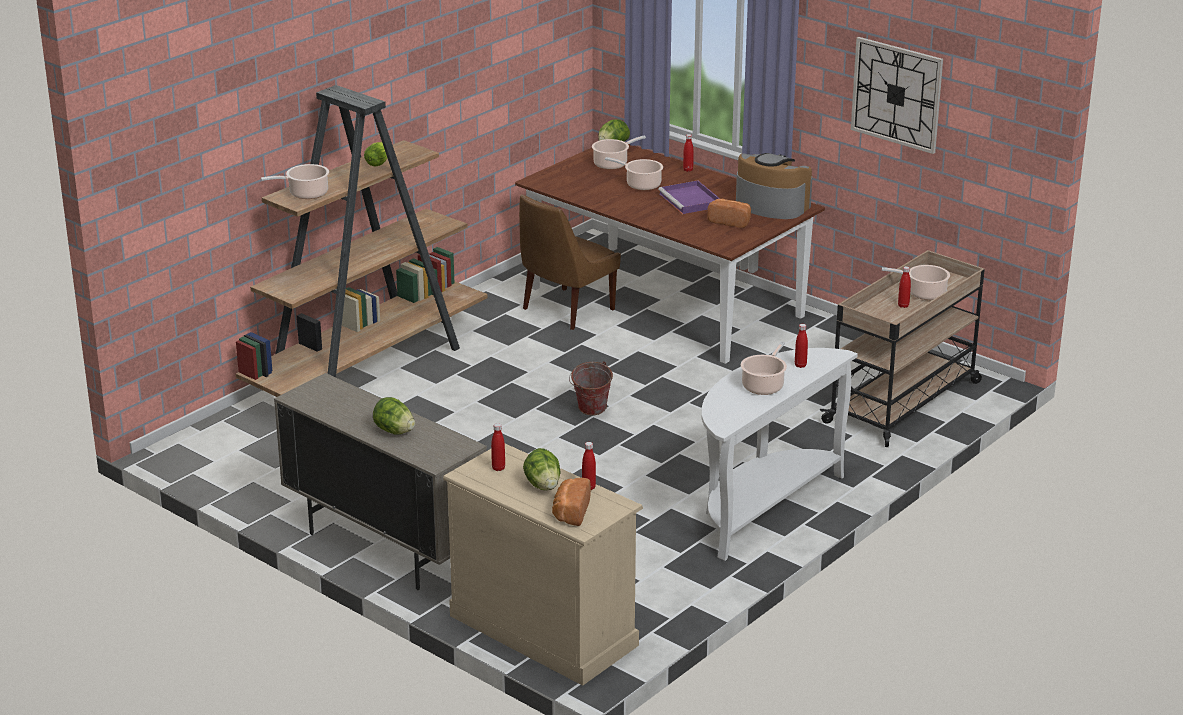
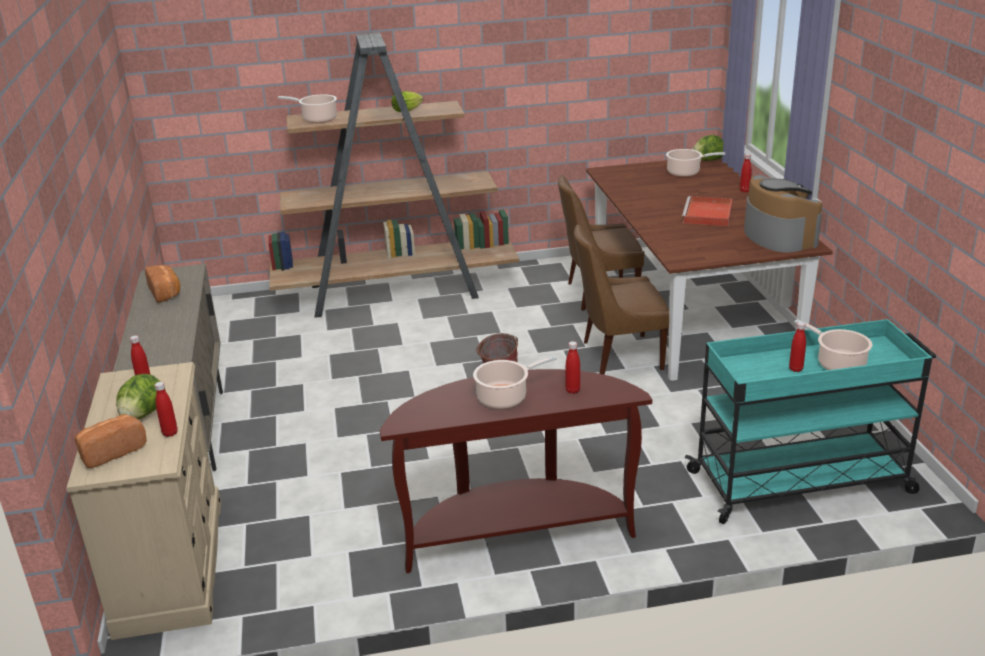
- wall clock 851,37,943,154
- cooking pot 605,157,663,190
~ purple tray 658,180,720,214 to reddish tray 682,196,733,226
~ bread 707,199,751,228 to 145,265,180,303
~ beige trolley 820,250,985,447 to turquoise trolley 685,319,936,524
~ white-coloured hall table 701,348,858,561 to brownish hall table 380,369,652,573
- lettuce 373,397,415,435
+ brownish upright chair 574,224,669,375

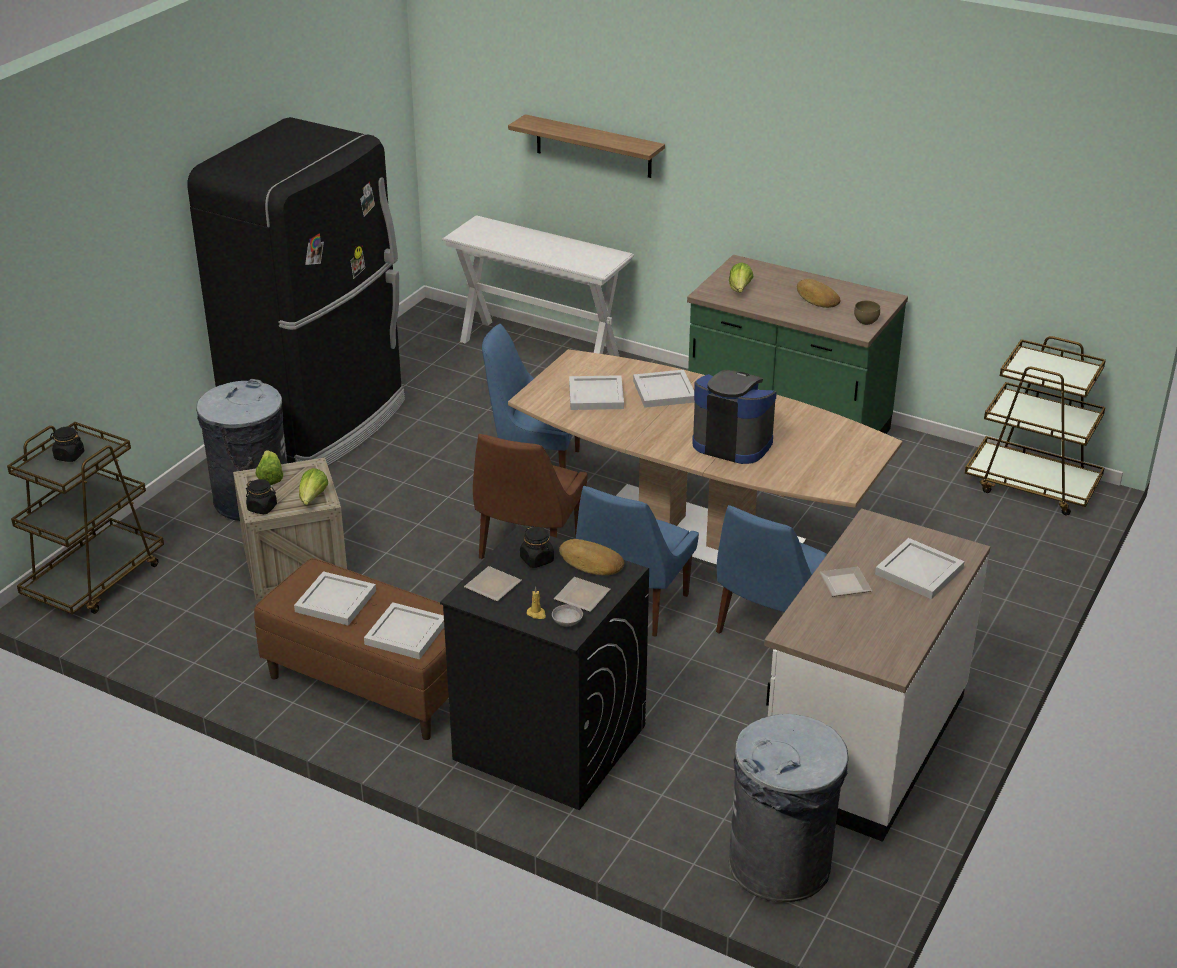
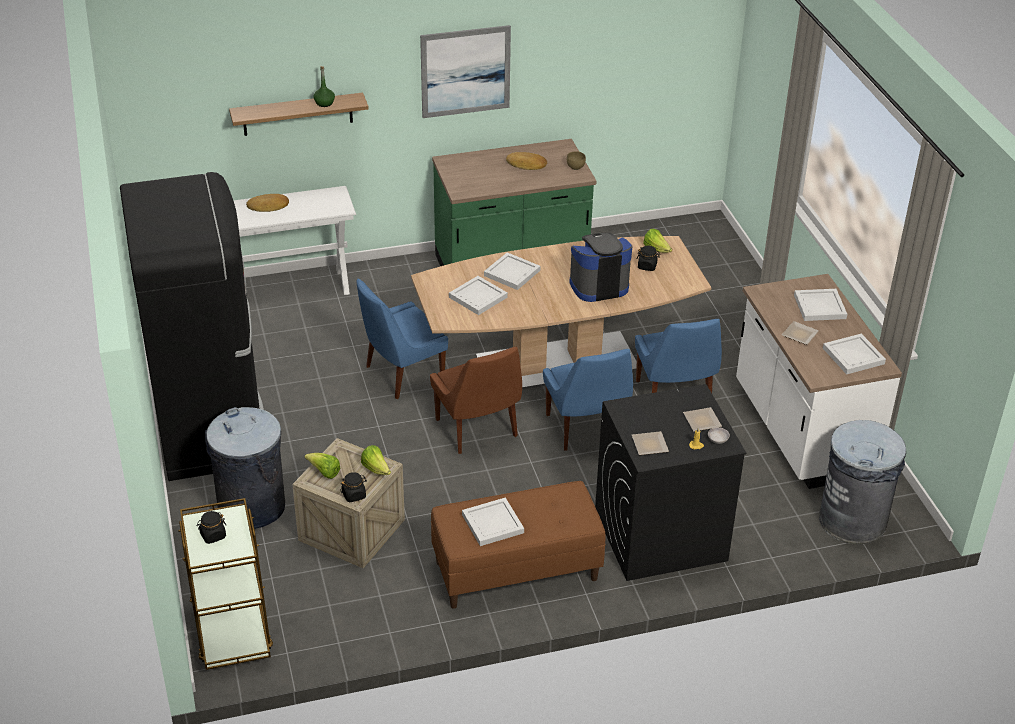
~ lettuce 729,262,753,292 to 643,229,672,253
- brownish trolley 965,336,1106,515
~ blackish jar 520,526,554,568 to 637,246,660,271
~ bread 559,539,624,575 to 246,194,289,212
~ white-coloured tray 364,602,444,659 to 823,334,886,375
+ picture 420,25,511,118
+ greenish drink bottle 313,66,335,107

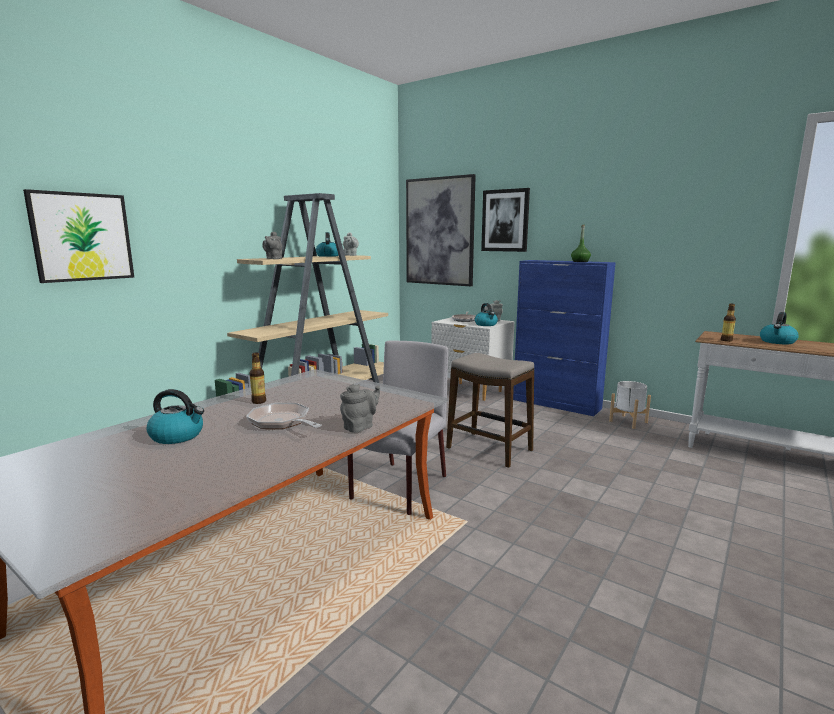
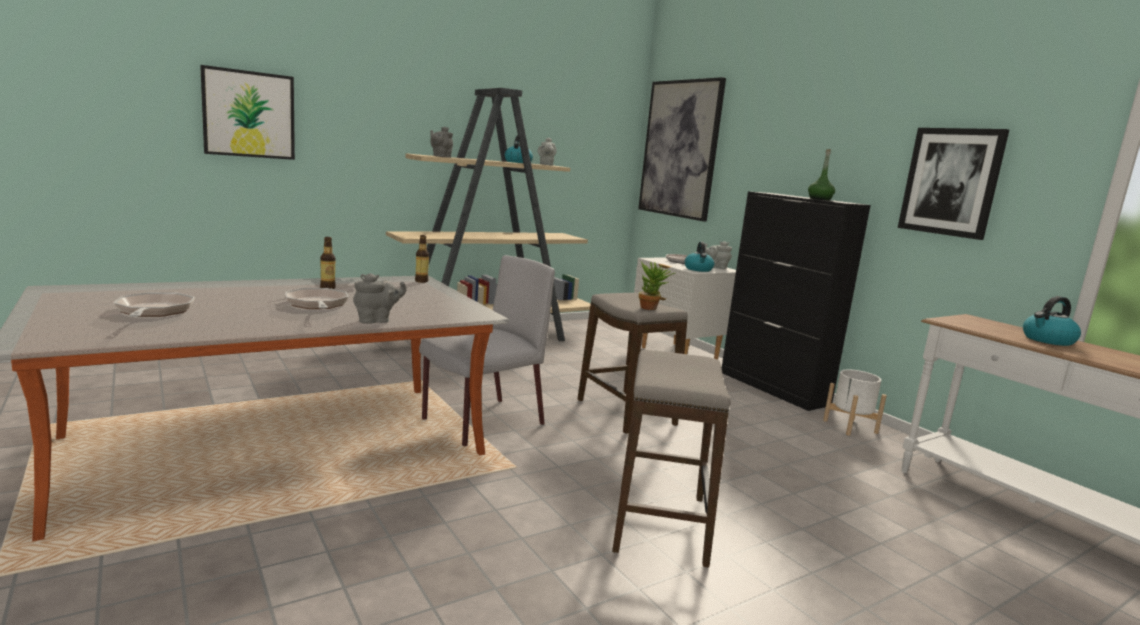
~ picture 481,188,530,252 to 898,128,1009,240
~ blue storage cabinet 513,260,616,416 to blackish storage cabinet 722,191,871,411
~ drink bottle 721,304,736,342 to 415,235,429,283
- water kettle 146,389,204,444
+ plant in a pot 639,261,675,310
+ pan 114,292,195,317
+ sitting stool 612,350,731,568

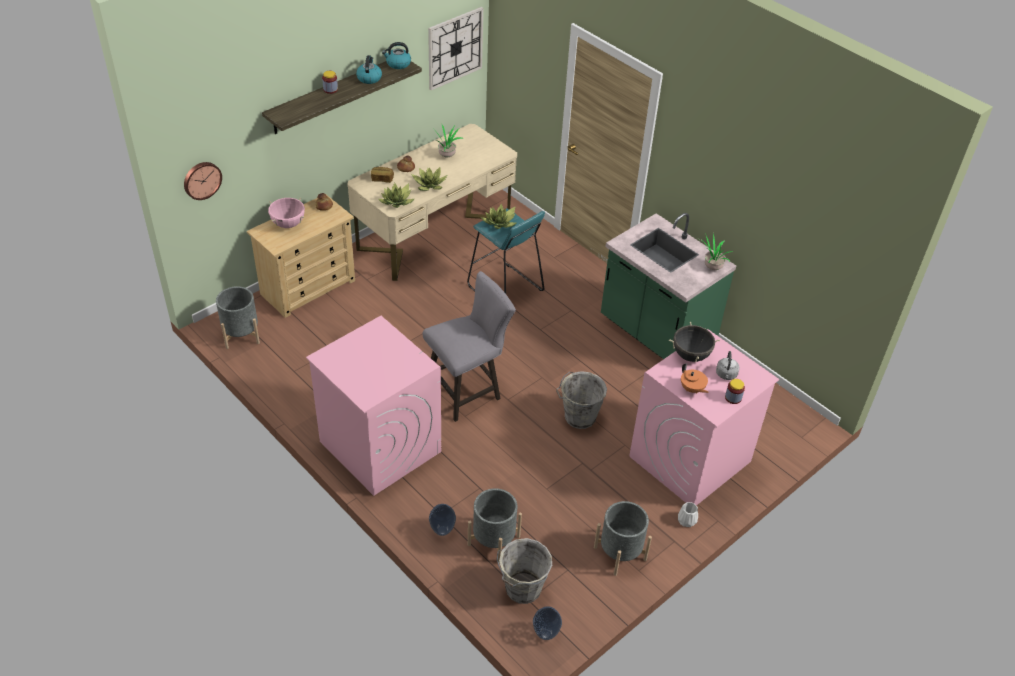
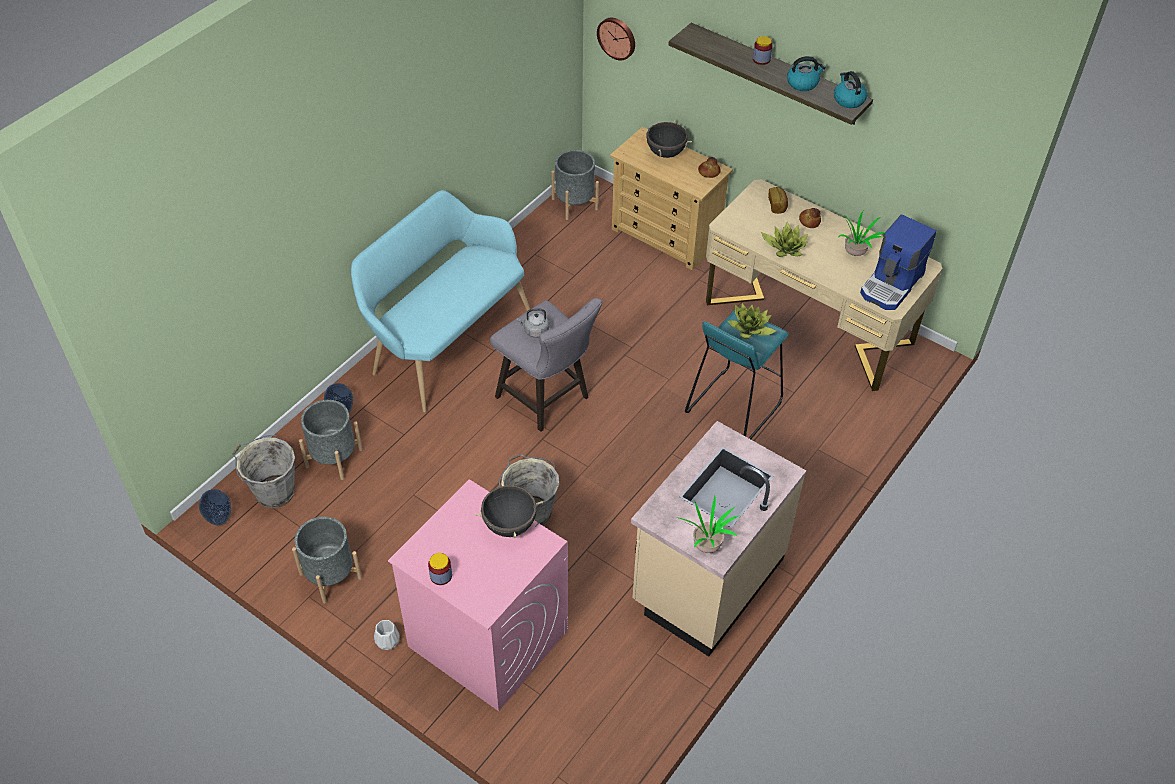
- wall clock 428,7,483,90
- plant in a pot 378,183,414,208
~ pink-coloured cooking pot 268,198,305,228 to blackish cooking pot 643,121,692,158
~ greenish counter 601,213,736,359 to beige counter 631,421,806,657
~ pink-coloured laundry machine 306,316,441,496 to turquoise long seat 351,190,530,412
~ grey water kettle 716,351,740,380 to 517,308,549,338
- orangey pot for tea 681,363,709,394
+ coffee maker 860,214,937,310

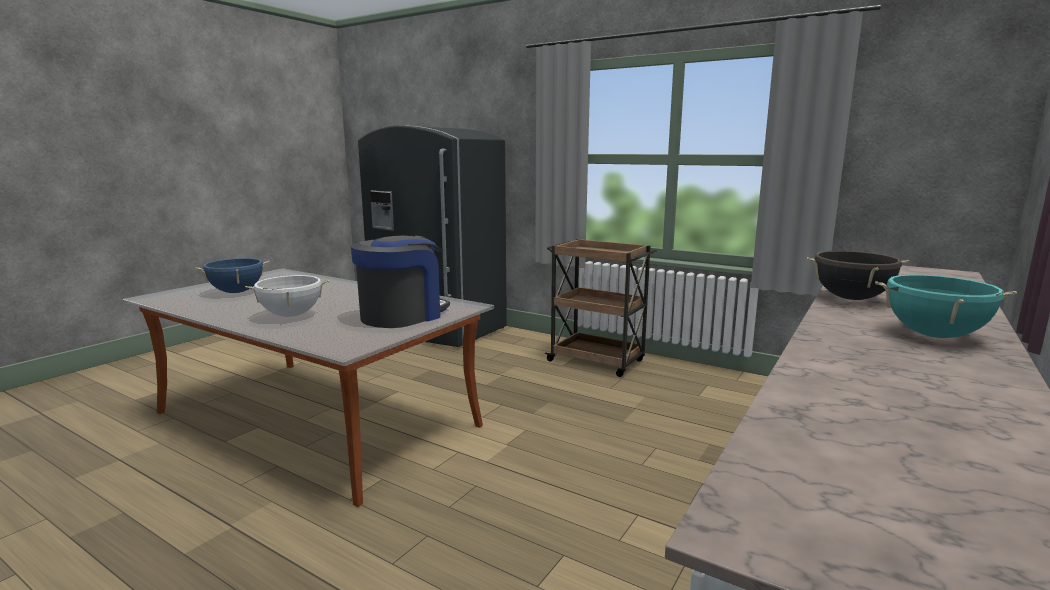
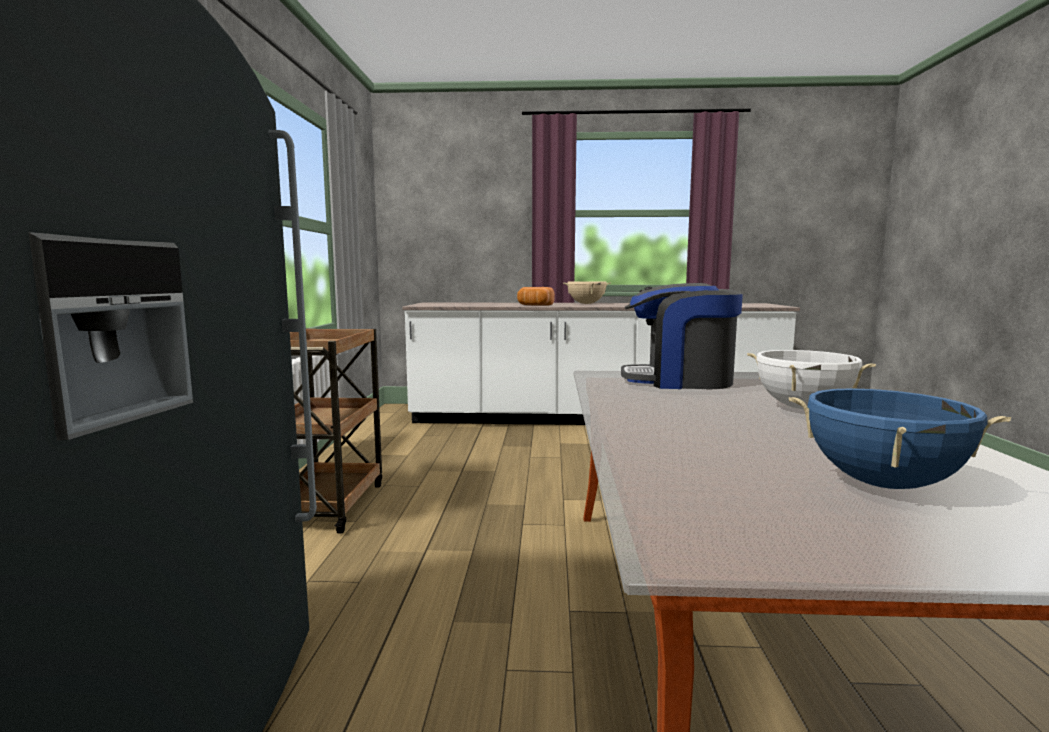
~ blackish cooking pot 807,251,909,300 to bread 517,287,555,306
~ turquoise cooking pot 875,275,1017,338 to beige cooking pot 563,281,611,304

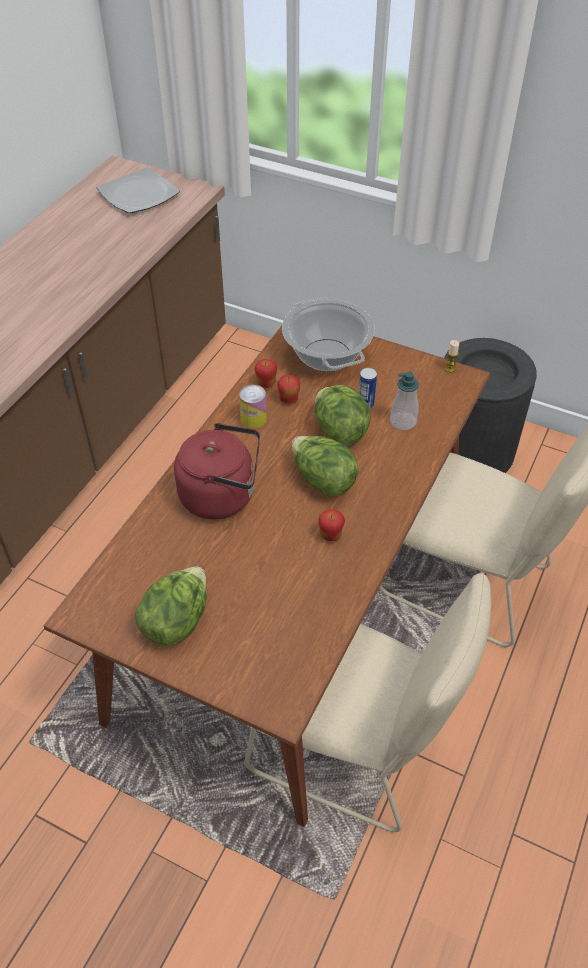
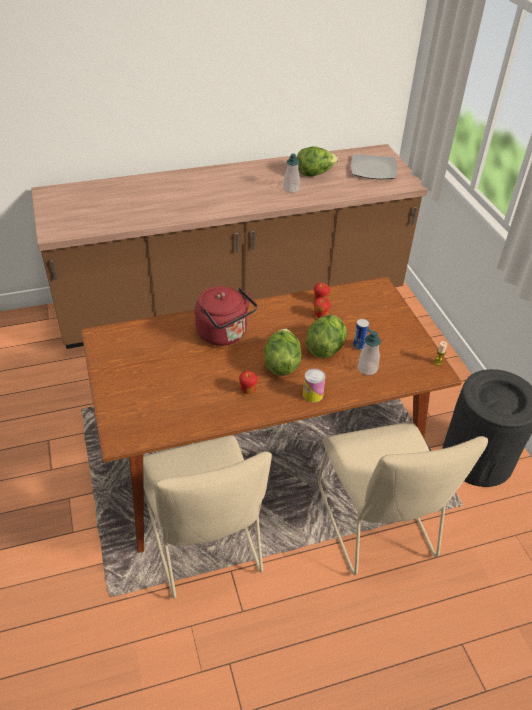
- cooking pot 282,298,375,372
~ can 239,385,267,428 to 303,368,326,403
~ lettuce 135,566,207,646 to 297,146,338,177
+ soap bottle 283,154,300,193

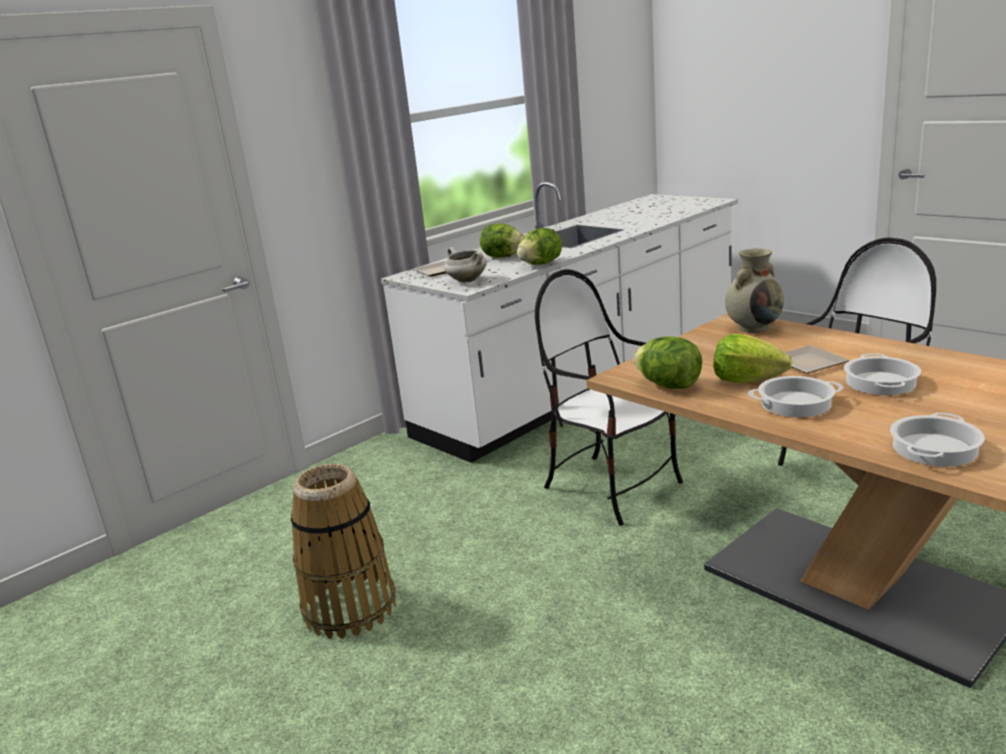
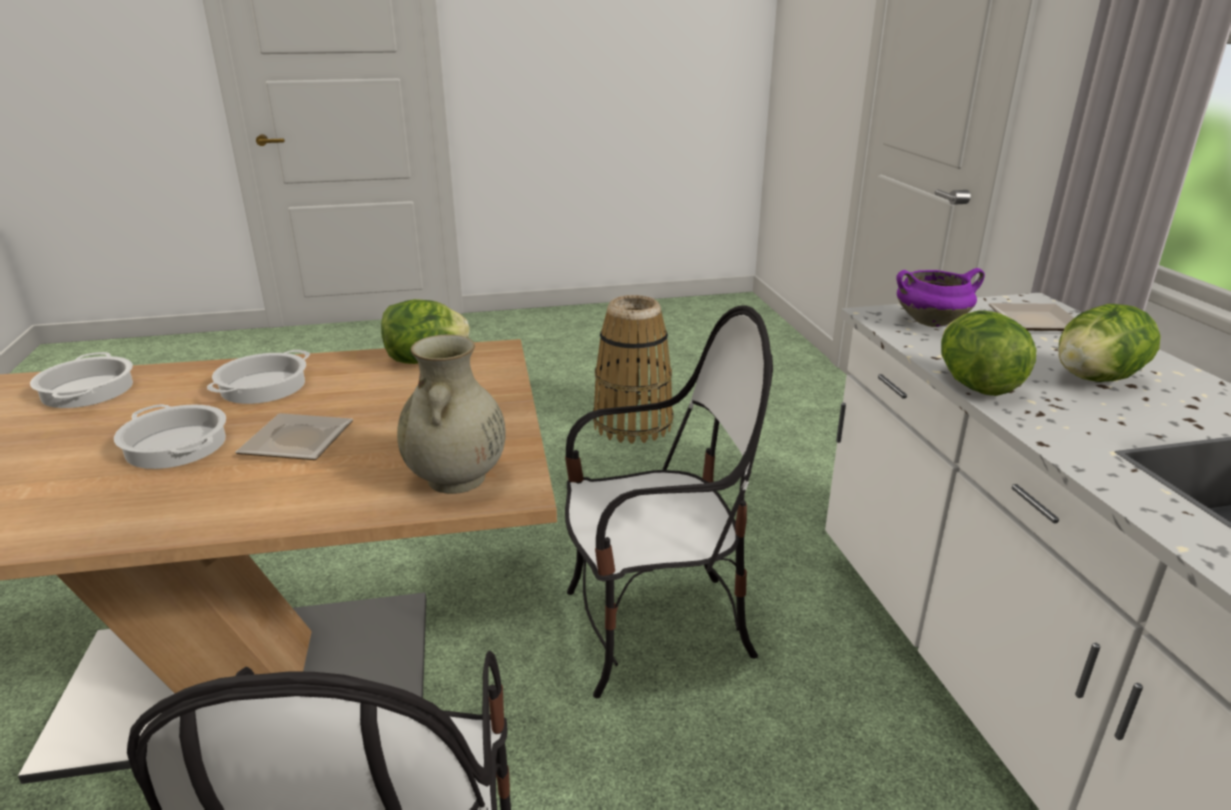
~ white-coloured cooking pot 444,247,487,283 to purple cooking pot 896,268,985,327
- lettuce 713,334,792,384

